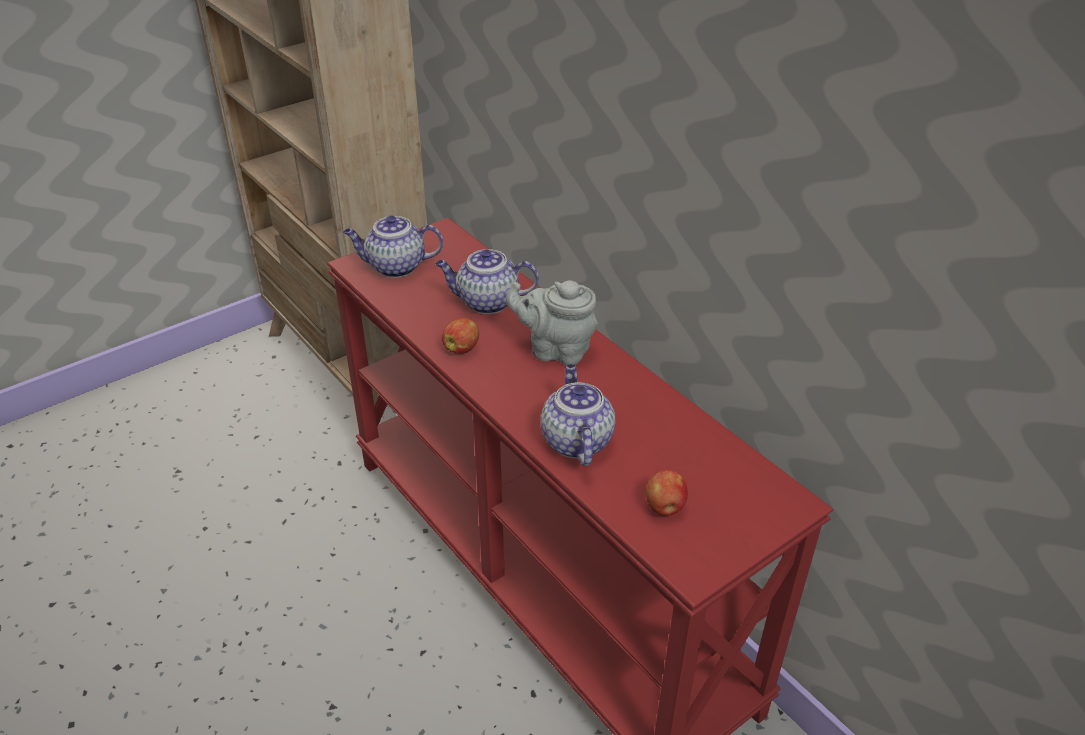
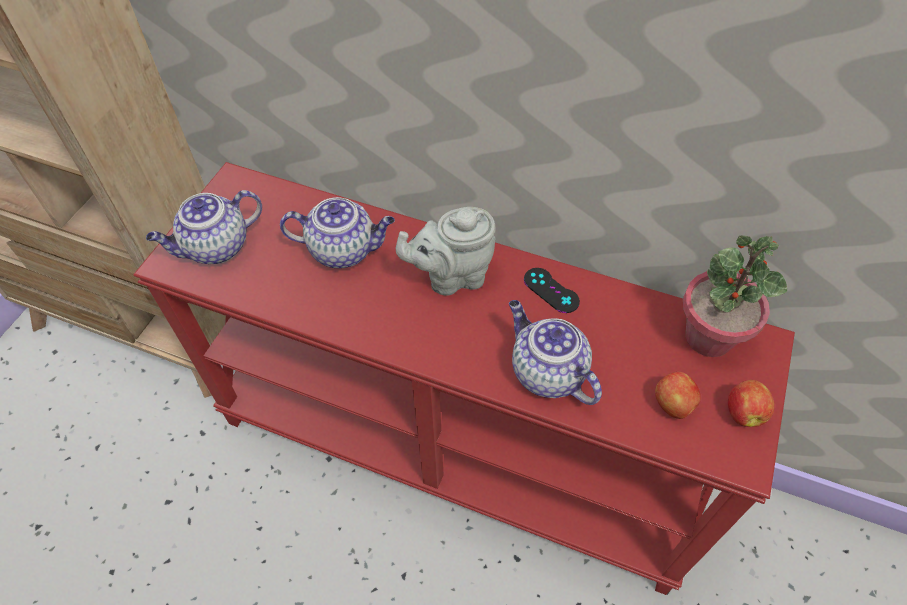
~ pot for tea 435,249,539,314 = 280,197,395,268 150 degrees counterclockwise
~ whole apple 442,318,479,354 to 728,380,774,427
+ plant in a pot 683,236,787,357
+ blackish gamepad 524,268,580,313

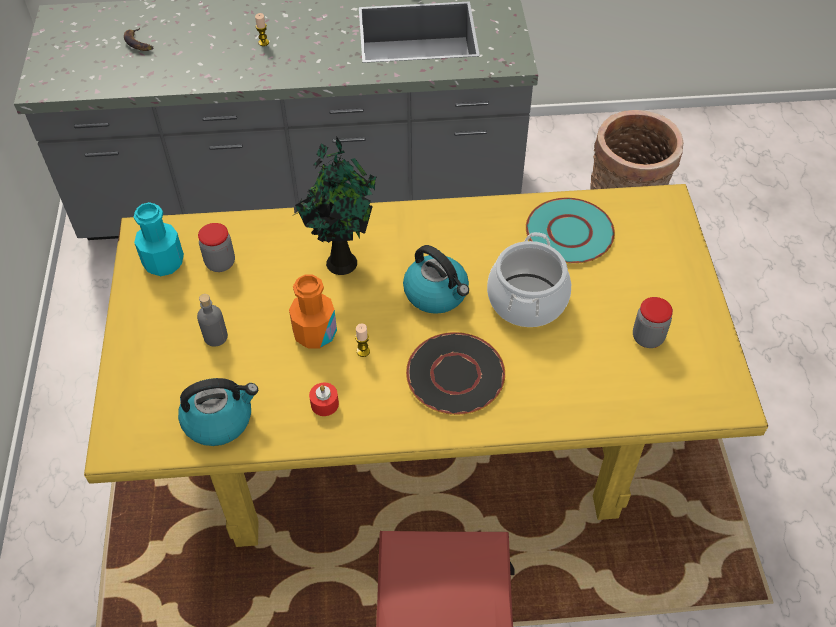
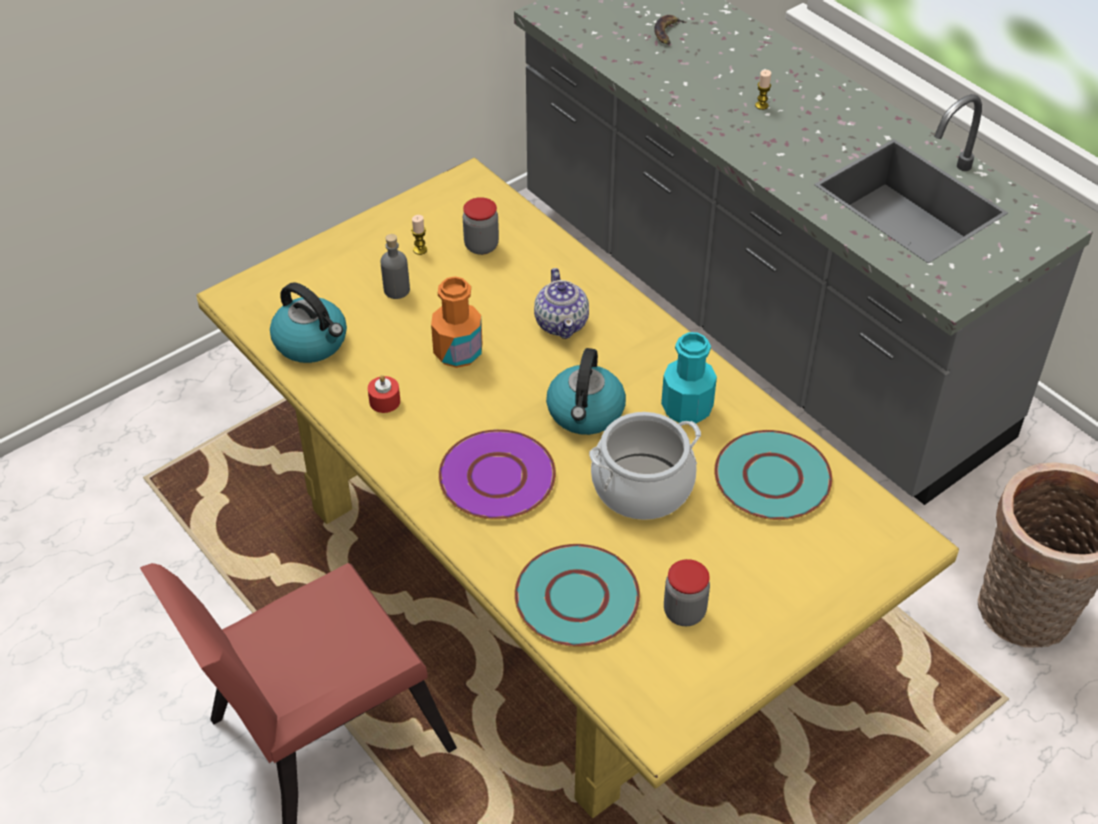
~ plant in a pot 292,137,376,275 to pot for tea 534,268,589,339
~ turquoise drink bottle 134,202,184,276 to 661,332,717,423
~ wax light 355,323,370,357 to 411,215,427,255
~ blackish dinner plate 406,332,505,415 to purple dinner plate 438,429,556,520
+ turquoise dinner plate 514,544,640,647

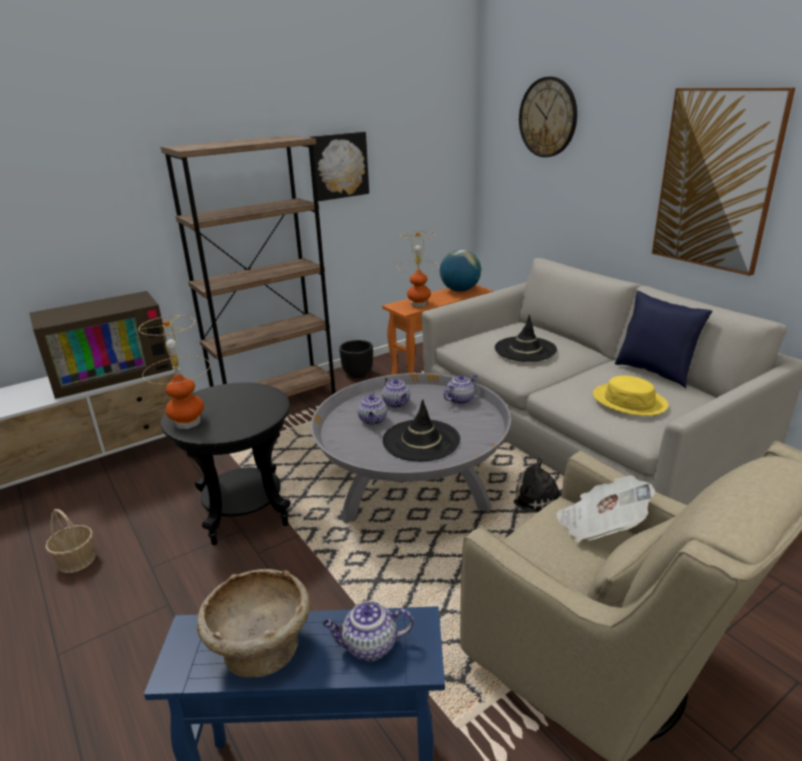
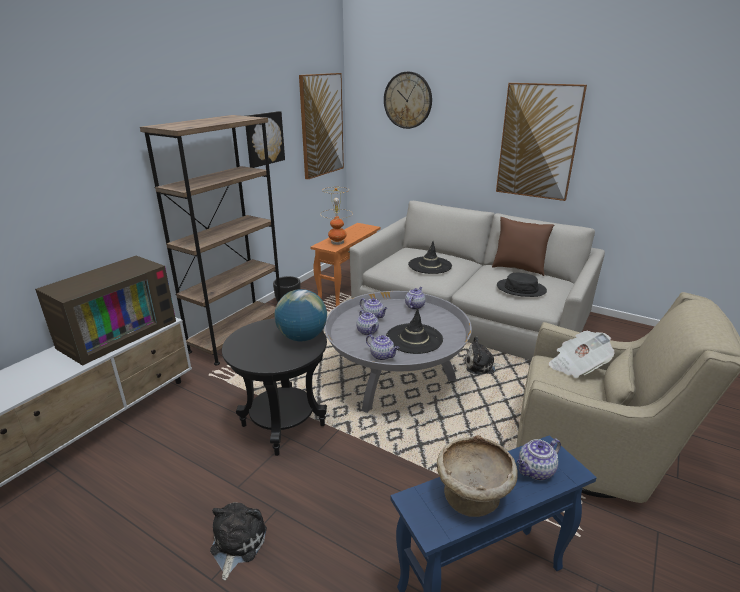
~ desk globe 440,250,481,292 to 274,289,327,341
~ blue cushion 615,291,713,388 to brownish cushion 492,217,554,276
- tabletop lamp 138,315,210,429
~ yellow clothing hat 593,375,669,416 to blackish clothing hat 497,273,547,297
- basket 45,509,95,573
+ picture 299,73,344,180
+ pot for tea 366,334,399,360
+ soft toy 210,502,267,580

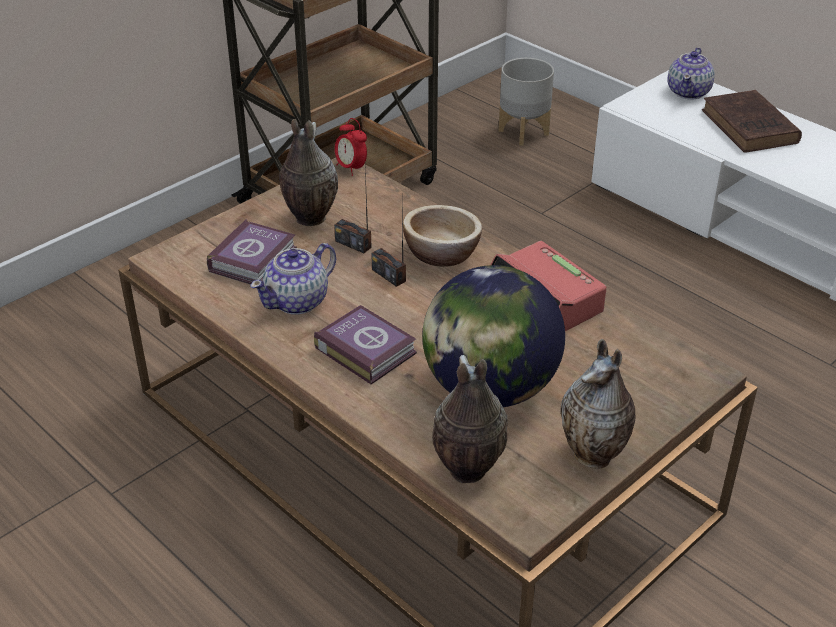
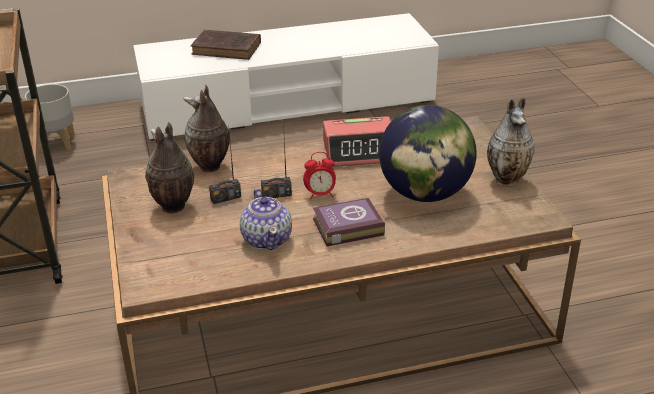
- pot for tea 667,48,715,99
~ alarm clock 335,118,367,176 to 303,152,336,200
- serving bowl 403,205,482,266
- bound book 207,219,297,285
~ vase 432,355,508,483 to 183,85,230,172

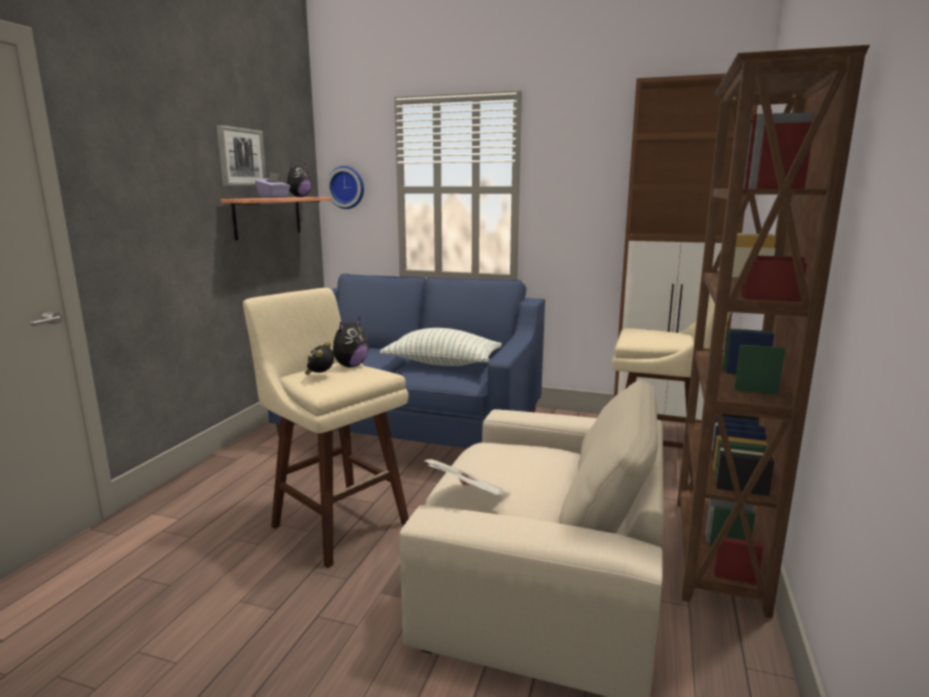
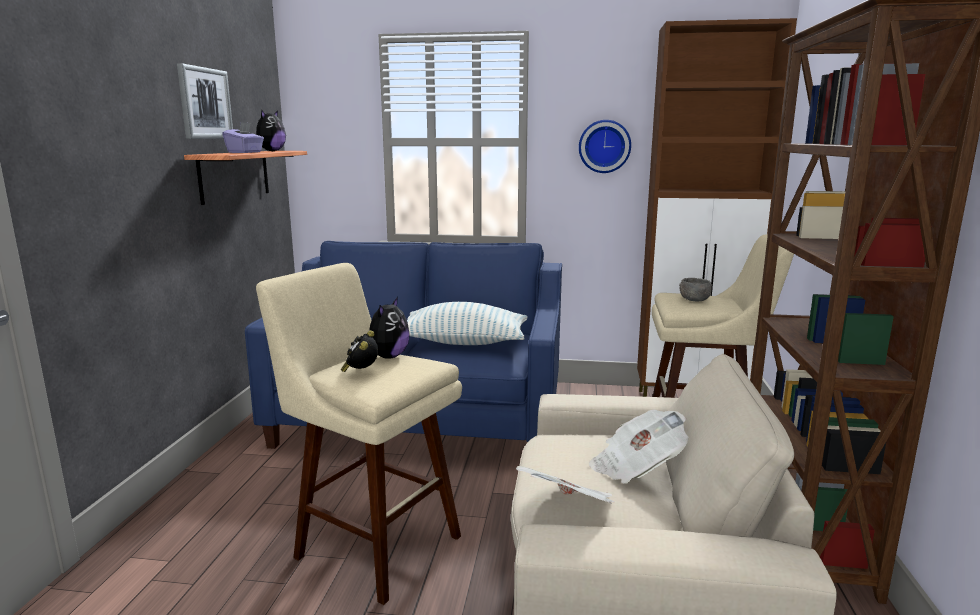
~ wall clock 327,166,364,209 to 579,120,631,173
+ grey serving bowl 679,278,712,301
+ printed paper 589,409,688,484

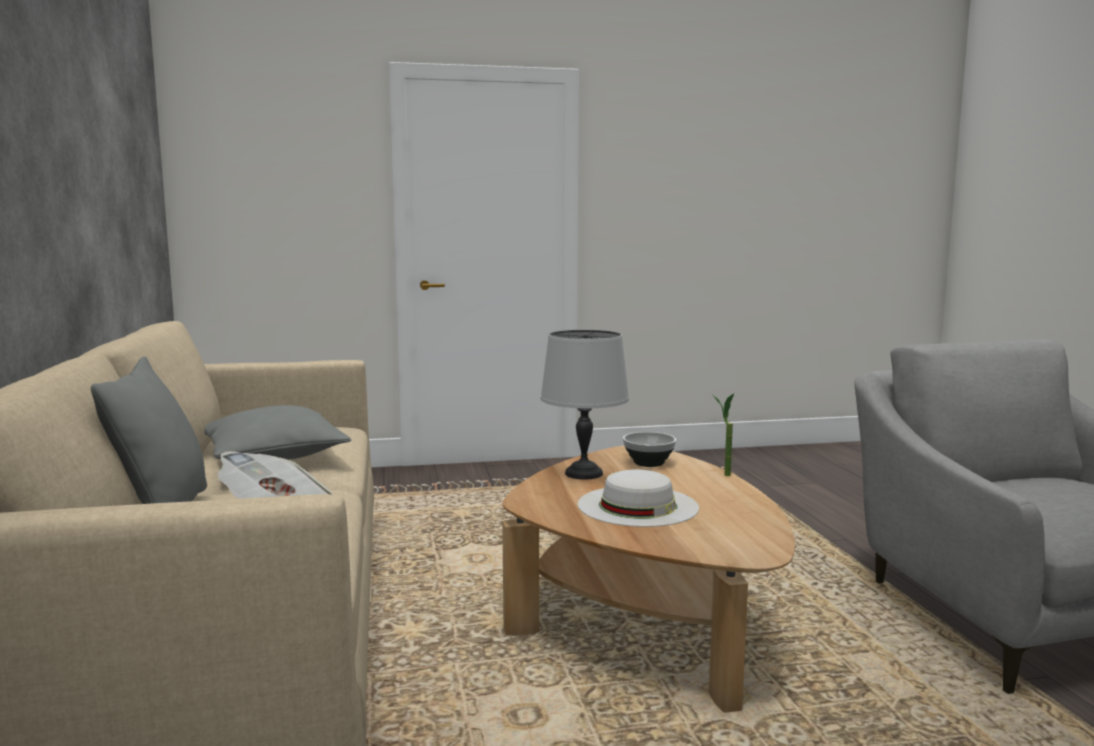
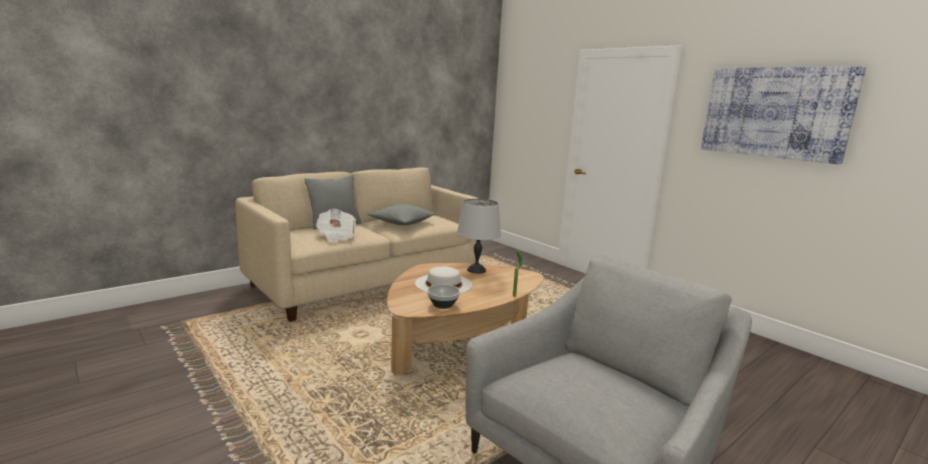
~ serving bowl 623,432,676,467 to 427,284,460,309
+ picture 701,66,866,164

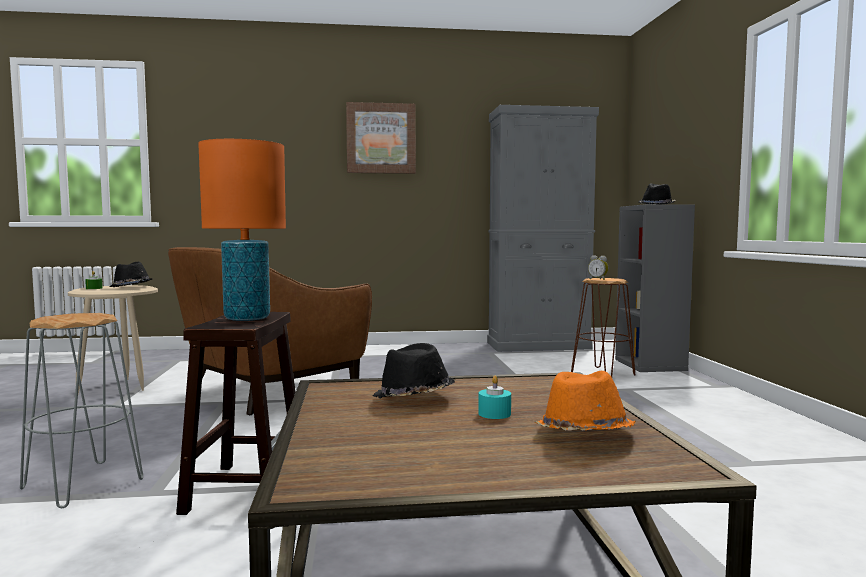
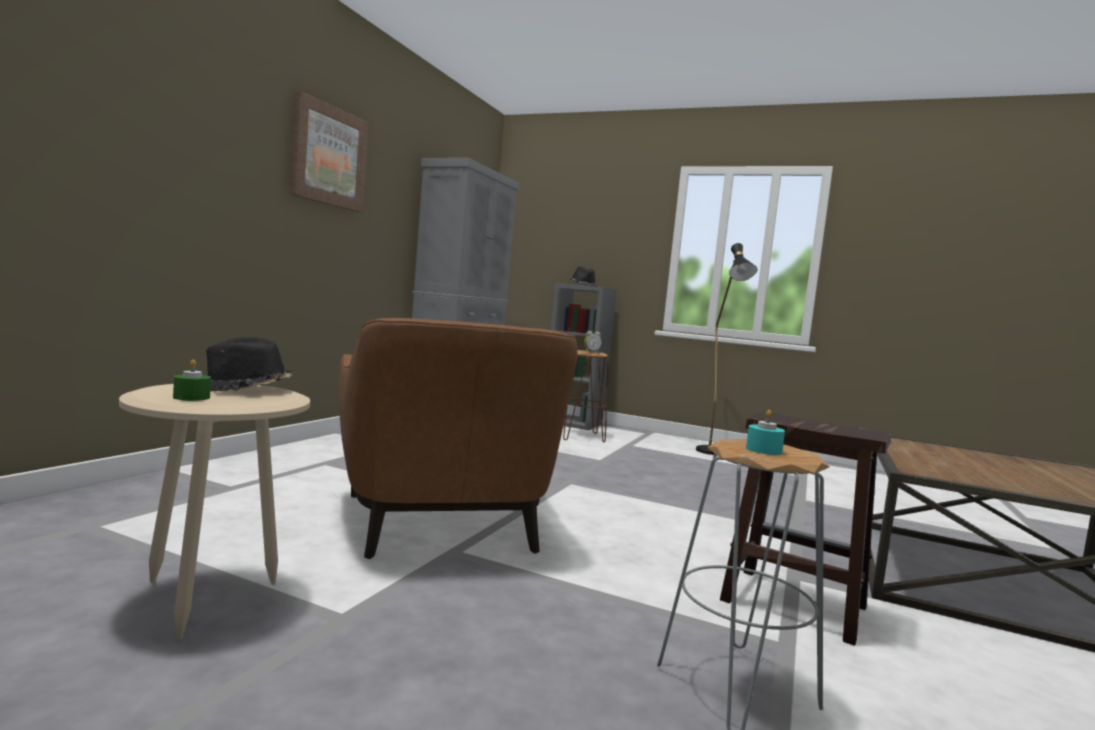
- orangey tabletop lamp 198,139,286,321
- blackish clothing hat 373,343,455,398
- orangey clothing hat 534,371,636,431
~ turquoise wax light 478,376,511,419 to 746,410,785,455
+ blackish floor lamp 696,243,757,455

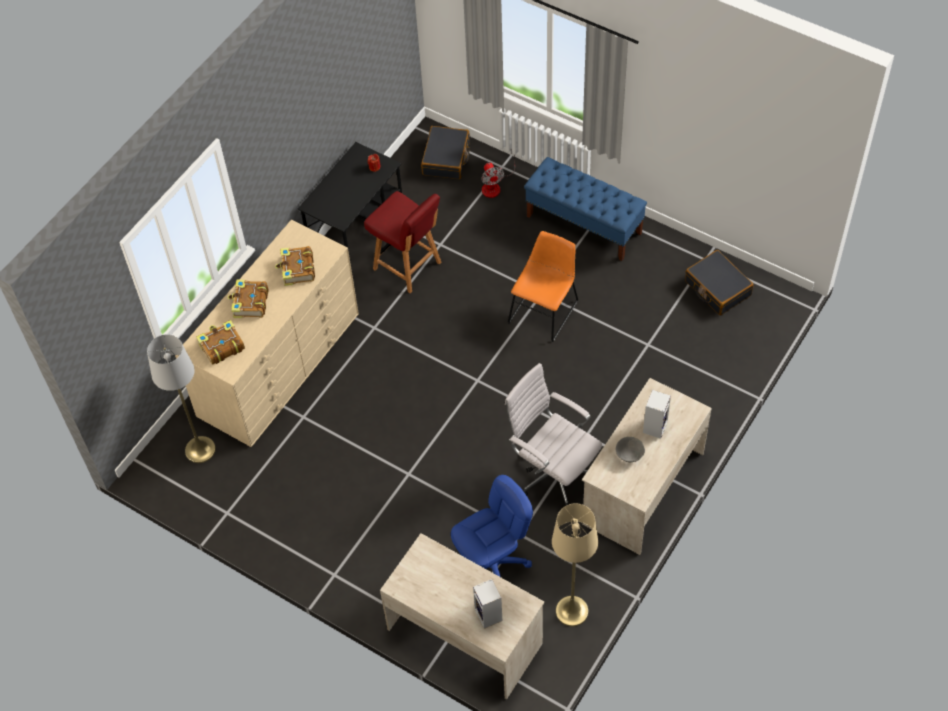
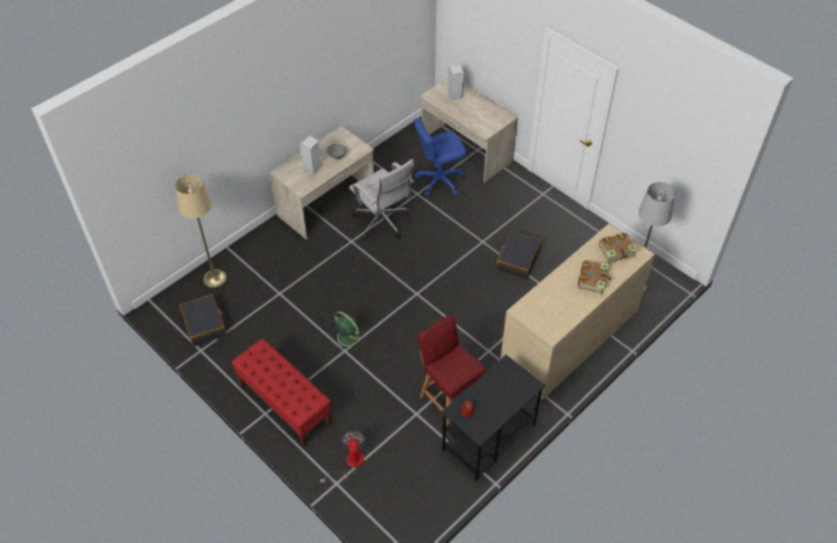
~ blackish piece of luggage 421,126,470,179 to 496,231,542,280
~ blue long seat 524,157,647,261 to reddish long seat 231,338,332,447
~ orangey upright chair 508,231,578,342 to greenish electric fan 330,311,364,350
- bound book 275,246,315,286
~ beige floor lamp 552,503,598,627 to 175,174,226,288

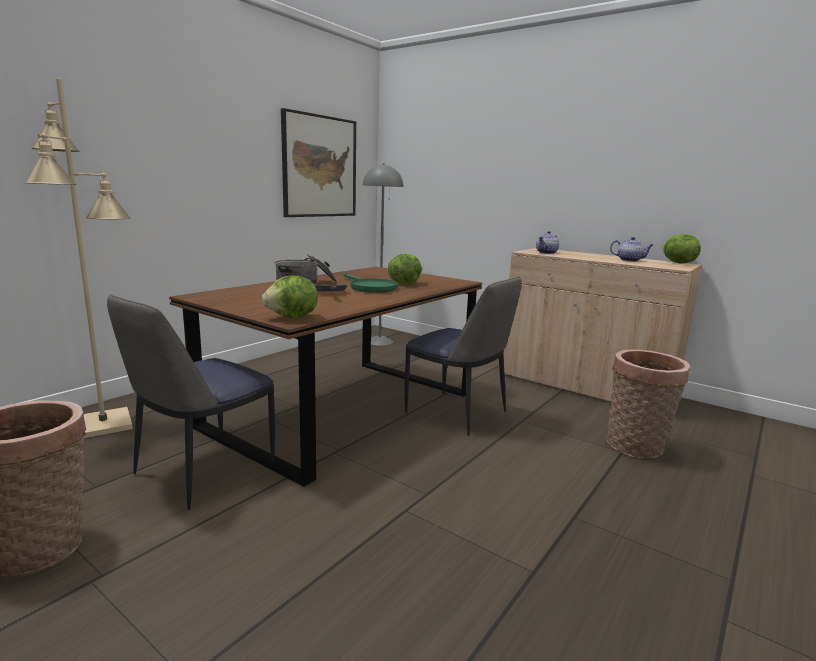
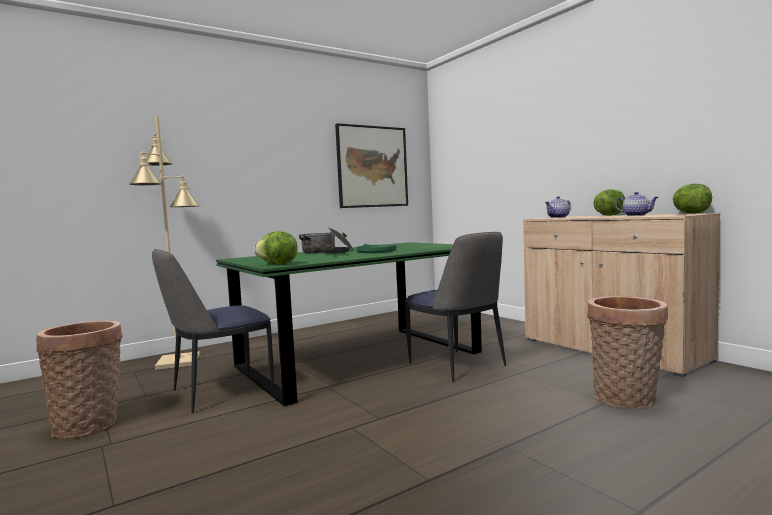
- grey floor lamp 363,163,403,346
~ lettuce 388,254,423,284 to 593,189,625,216
~ brownish dinner table 169,267,482,487 to greenish dinner table 216,242,482,406

